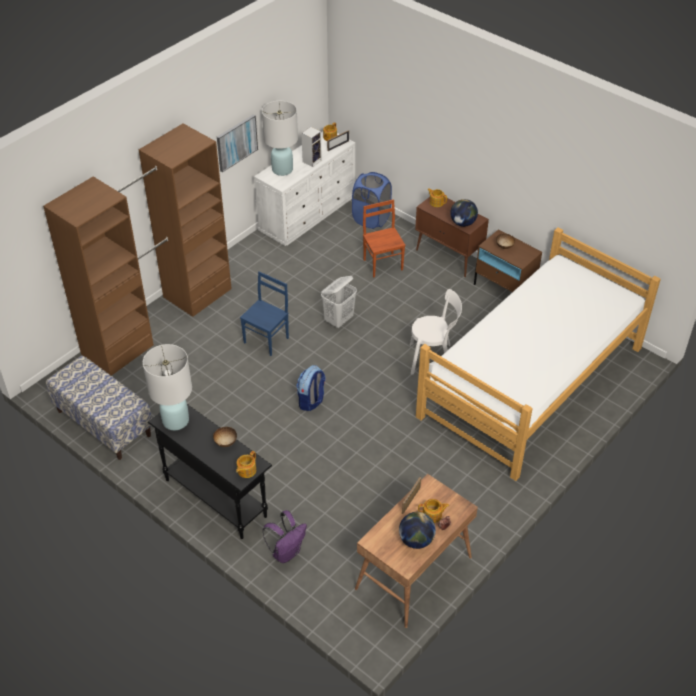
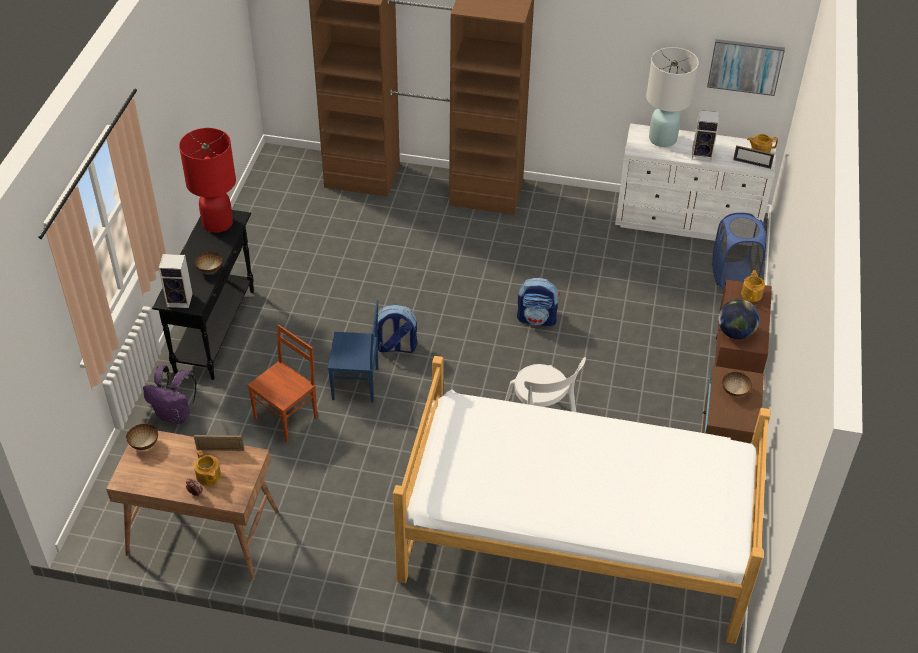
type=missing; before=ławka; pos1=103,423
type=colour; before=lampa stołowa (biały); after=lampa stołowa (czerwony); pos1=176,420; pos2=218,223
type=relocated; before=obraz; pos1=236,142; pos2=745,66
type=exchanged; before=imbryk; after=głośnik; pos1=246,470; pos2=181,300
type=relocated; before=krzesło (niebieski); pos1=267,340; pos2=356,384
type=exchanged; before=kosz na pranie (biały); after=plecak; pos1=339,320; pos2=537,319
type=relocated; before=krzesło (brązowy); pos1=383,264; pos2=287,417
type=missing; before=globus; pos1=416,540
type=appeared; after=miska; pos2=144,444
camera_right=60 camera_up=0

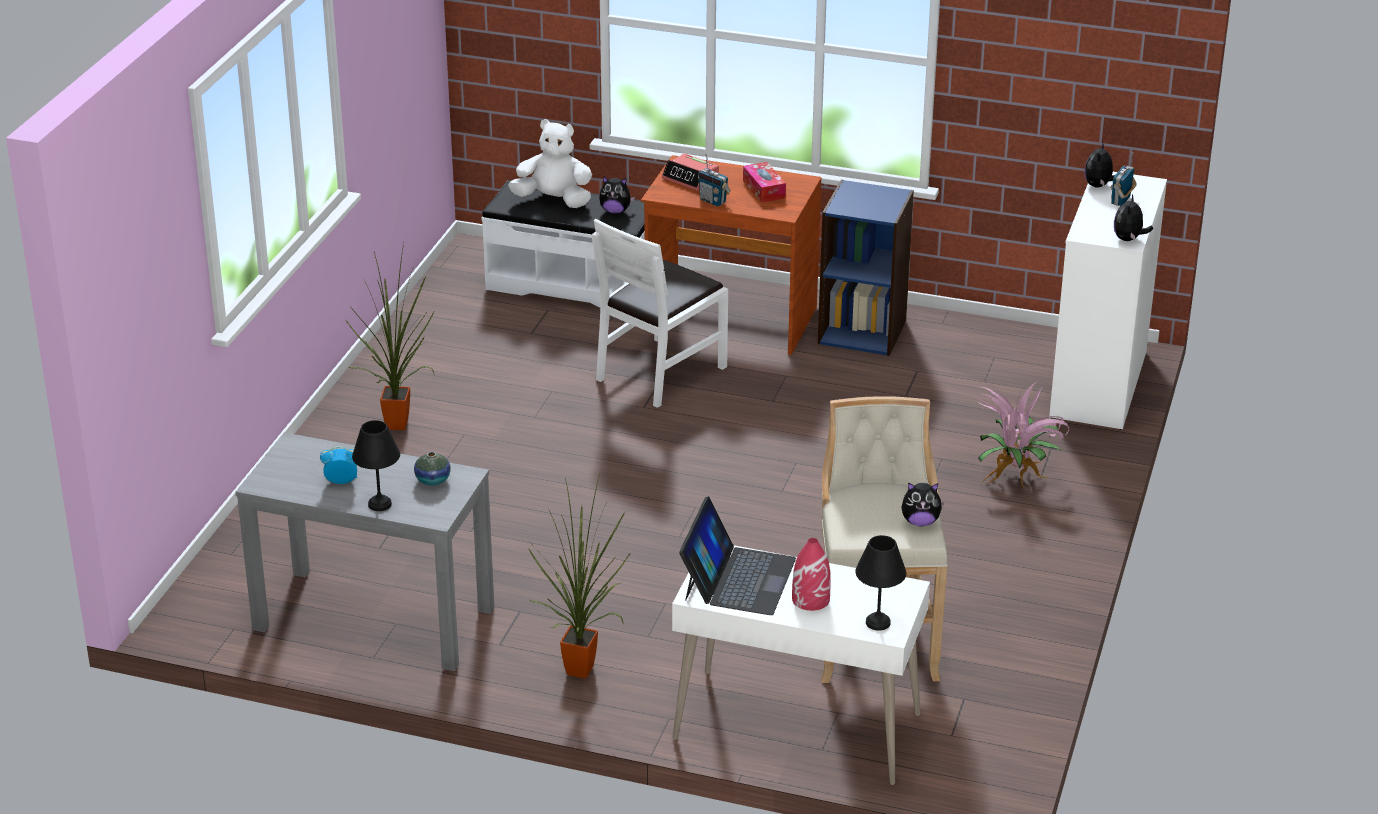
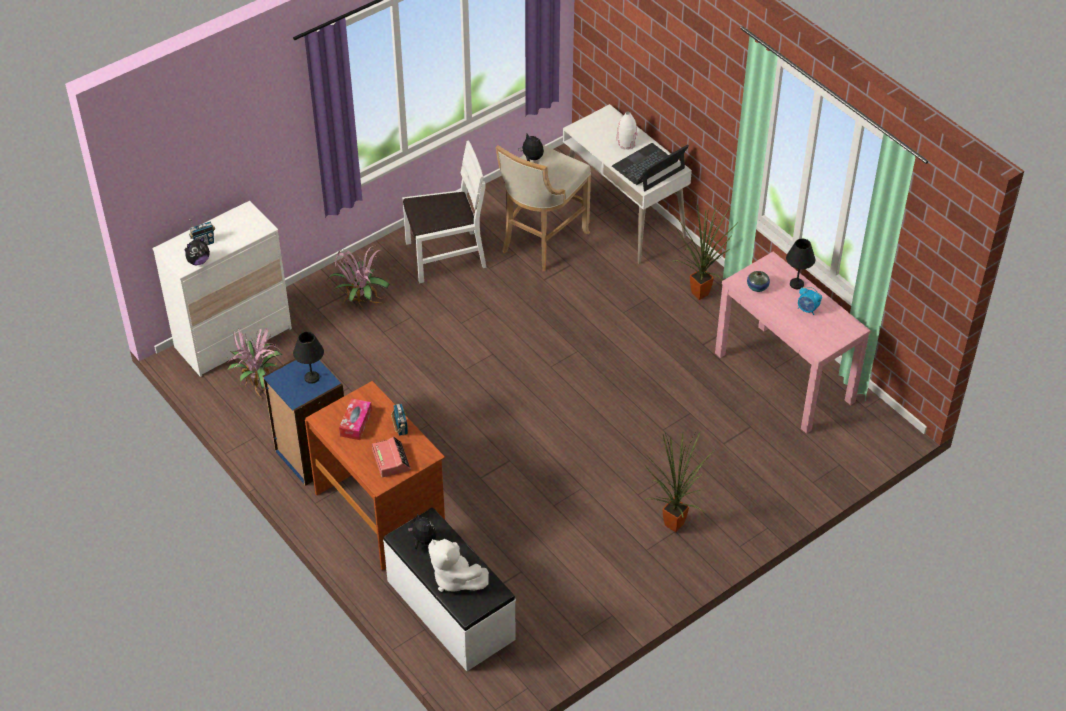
type=colour; before=stolik konsolowy (szary); after=stolik konsolowy (różowy); pos1=373,618; pos2=784,377
type=relocated; before=krzesło (biały); pos1=660,372; pos2=445,256
type=colour; before=wazon (czerwony); after=wazon (biały); pos1=811,599; pos2=626,143
type=relocated; before=lampa stołowa (czarny); pos1=879,623; pos2=311,377
type=missing; before=pluszak; pos1=1129,239
type=appeared; after=roślina doniczkowa; pos2=259,381
camera_right=-145 camera_up=15

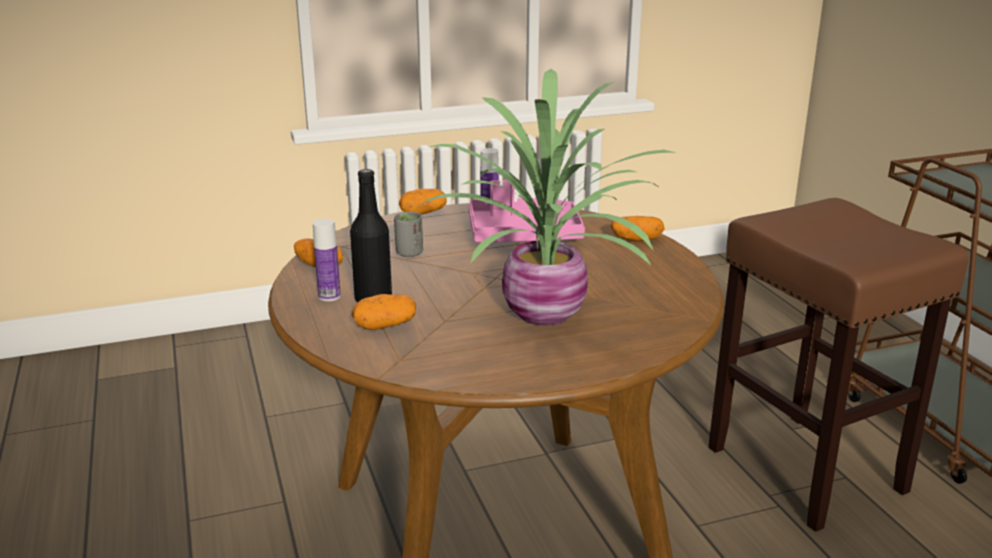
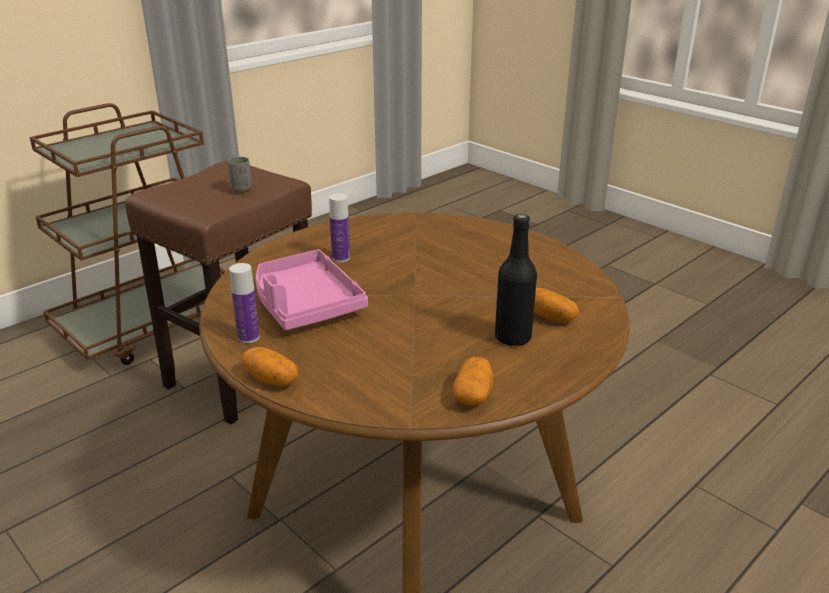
type=relocated; before=butelka; pos1=329,296; pos2=341,258
type=relocated; before=filiżanka (szary); pos1=409,253; pos2=241,188
type=missing; before=roślina doniczkowa; pos1=549,313
type=missing; before=ziemniak; pos1=636,239
camera_right=-115 camera_up=5

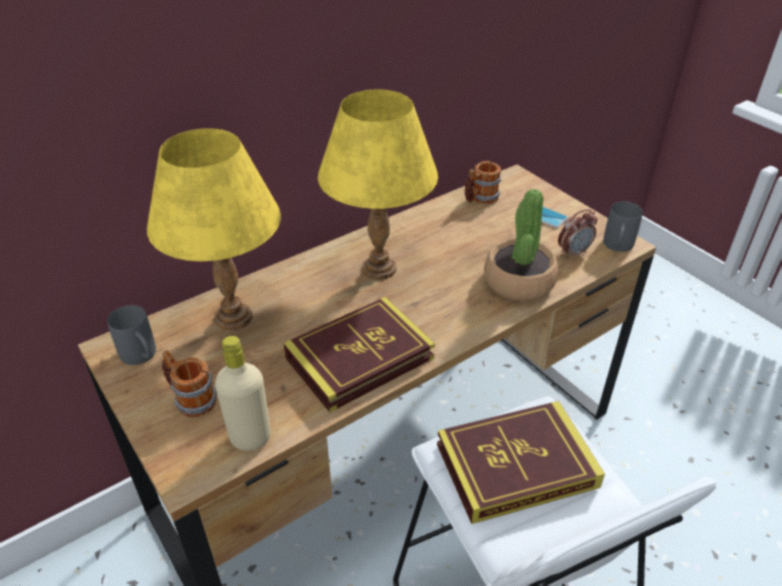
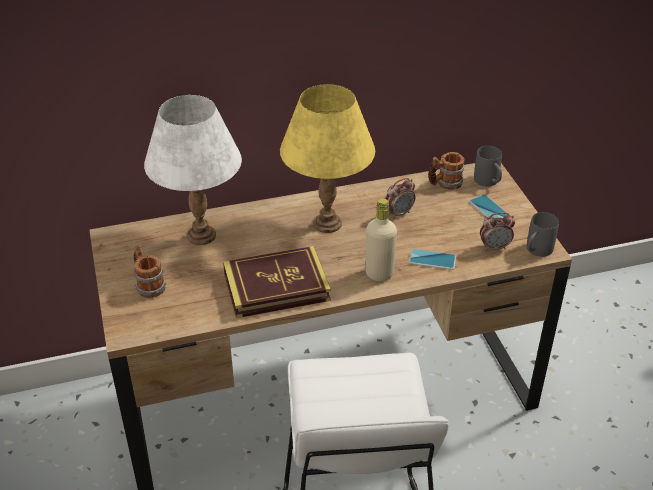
type=relocated; before=kubek (szary); pos1=142,357; pos2=488,183
type=colour; before=lampa stołowa (żółty); after=lampa stołowa (biały); pos1=234,317; pos2=202,235
type=relocated; before=butelka (beżowy); pos1=250,437; pos2=379,274
type=missing; before=książka; pos1=516,465
type=exchanged; before=roślina doniczkowa; after=telefon; pos1=518,281; pos2=432,260
type=appeared; after=budzik; pos2=399,213
camera_right=20 camera_up=0

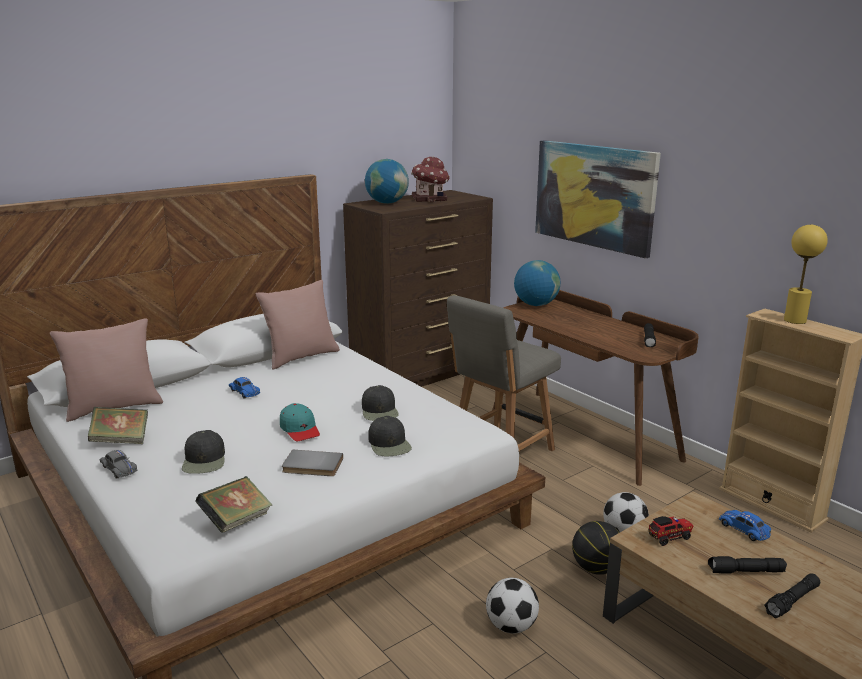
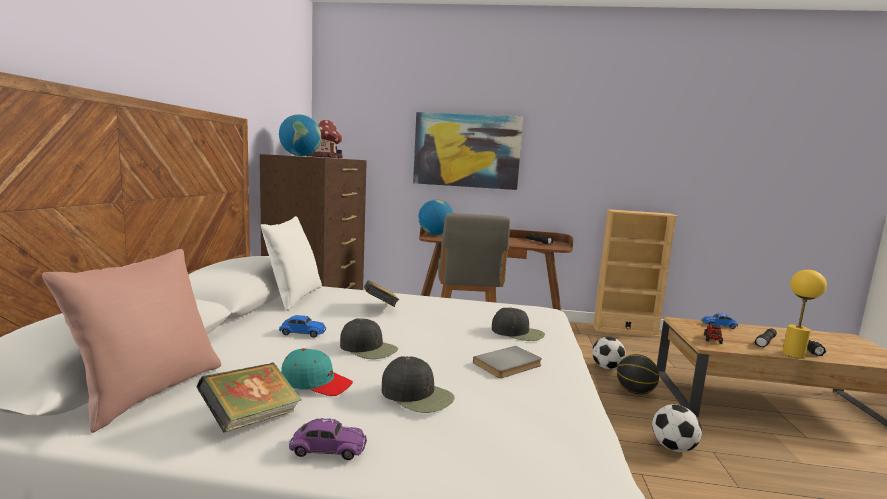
type=colour; before=samochodzik (szary); after=samochodzik (fioletowy); pos1=119,469; pos2=328,449
type=relocated; before=książka; pos1=236,521; pos2=380,307
type=colour; before=poduszka (różowy); after=poduszka (biały); pos1=301,357; pos2=293,297
type=relocated; before=czapka z daszkiem (turkusowy); pos1=300,429; pos2=316,382
type=relocated; before=czapka z daszkiem (czarny); pos1=380,411; pos2=368,348
type=relocated; before=lampa stołowa (żółty); pos1=795,320; pos2=794,354
camera_right=-45 camera_up=-10

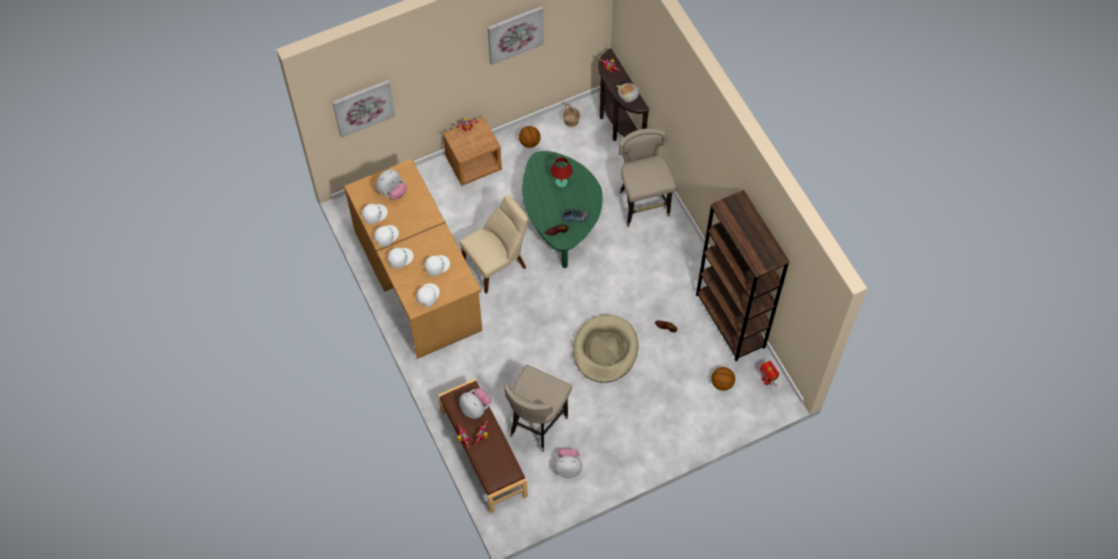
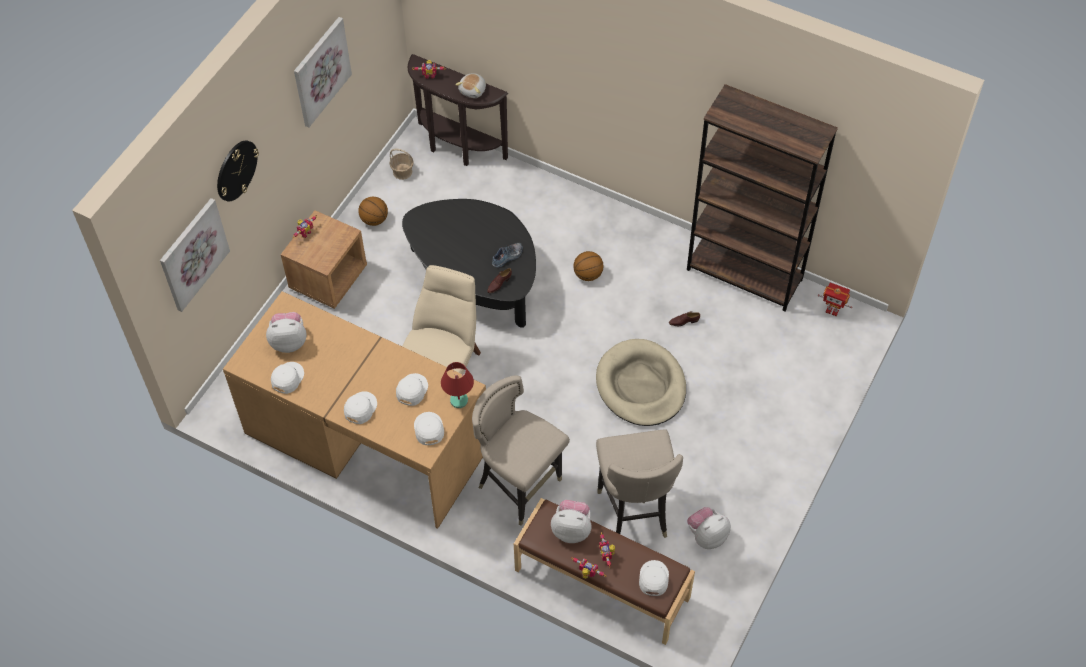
type=relocated; before=czapka z daszkiem (biały); pos1=386,236; pos2=653,579
type=spun; before=pluszak; pos1=392,192; pos2=289,341; turn=-105
type=colour; before=ława (zielony); after=ława (czarny); pos1=560,218; pos2=475,278
type=relocated; before=lampa stołowa (czerwony); pos1=561,183; pos2=459,401
type=relocated; before=stołek (beżowy); pos1=643,206; pos2=520,487
type=relocated; before=piłka do koszykówki; pos1=722,383; pos2=588,274
type=appeared; after=zegar ścienny; pos2=236,170
camera_right=-35 camera_up=-5

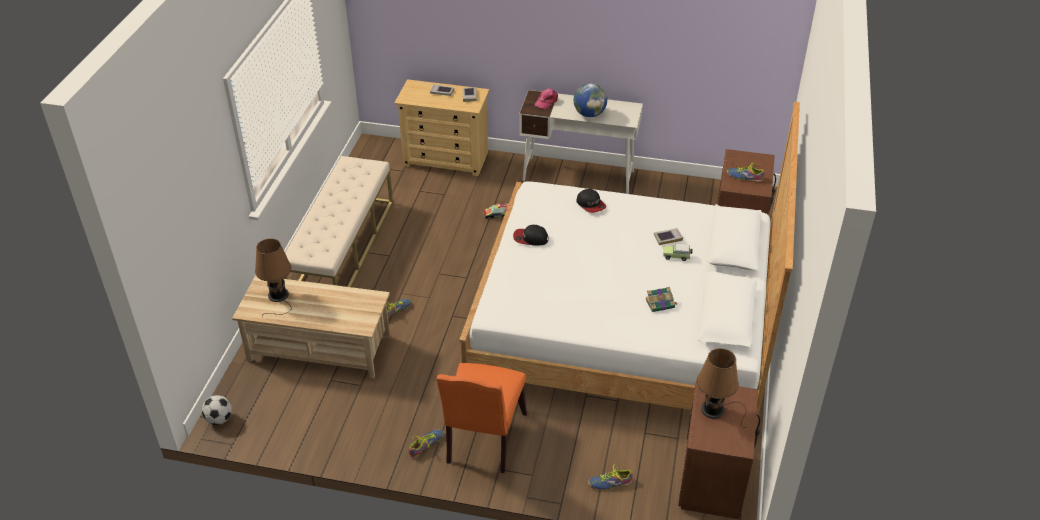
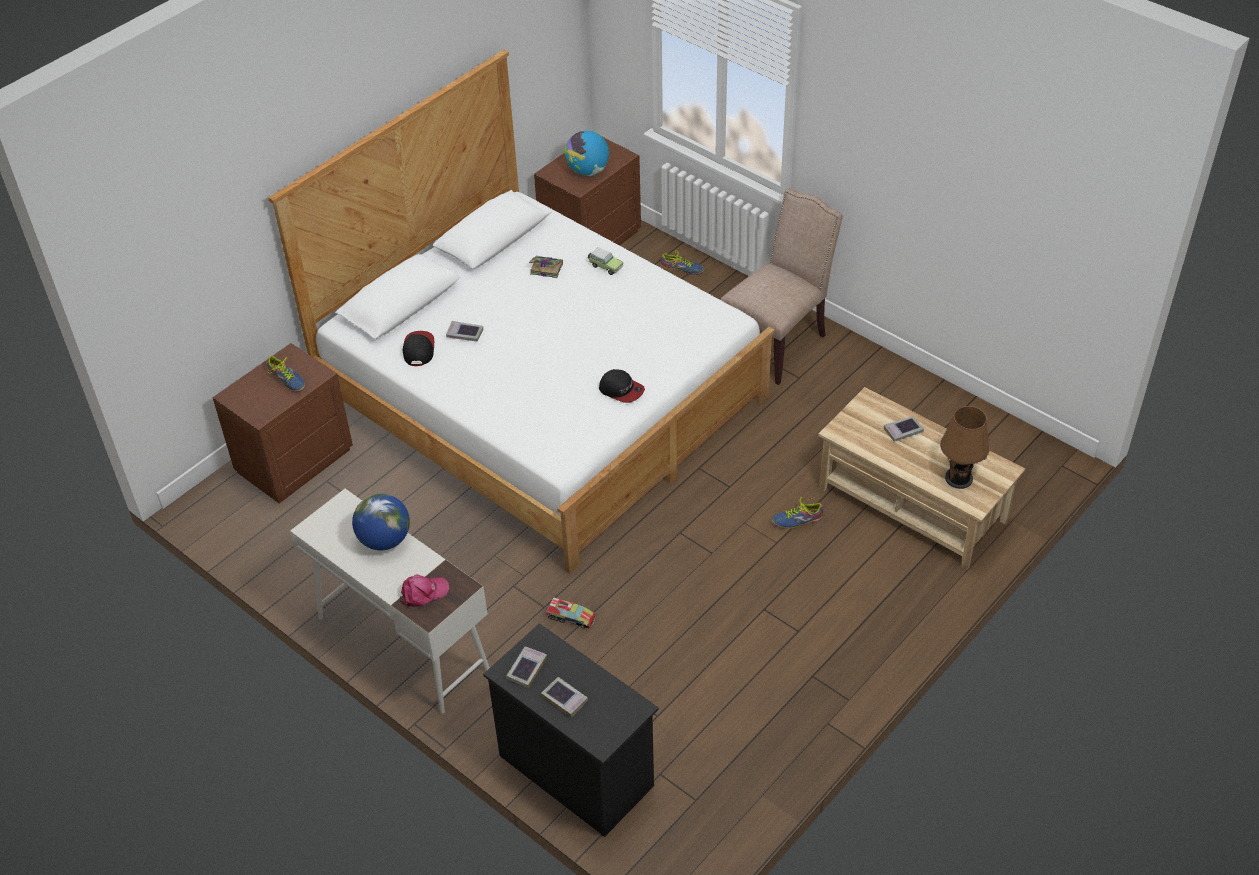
type=missing; before=piłka futbolowa; pos1=219,419
type=missing; before=ławka (beżowy); pos1=343,249
type=colour; before=komoda (beżowy); after=komoda (czarny); pos1=446,159; pos2=575,770
type=missing; before=but; pos1=425,445
type=colour; before=krzesło (pomarańczowy); after=krzesło (beżowy); pos1=483,441; pos2=776,341
type=relocated; before=czapka z daszkiem; pos1=591,204; pos2=418,350
type=relocated; before=samochodzik; pos1=677,256; pos2=605,266
type=exchanged; before=lampa stołowa (brązowy); after=globus; pos1=715,410; pos2=587,171
type=appeared; after=książka; pos2=903,431
camera_right=-150 camera_up=5

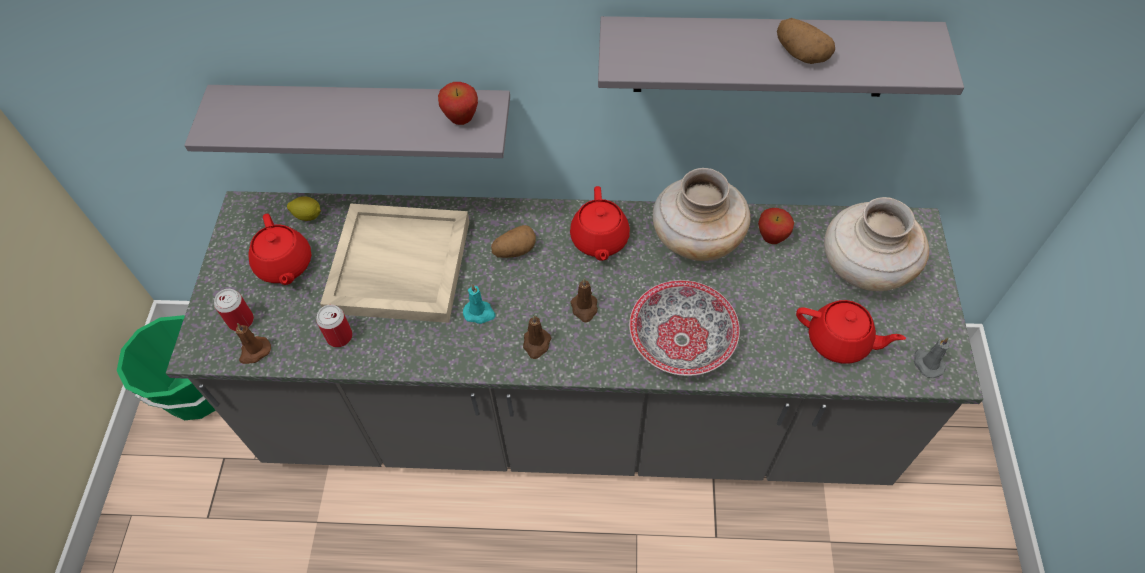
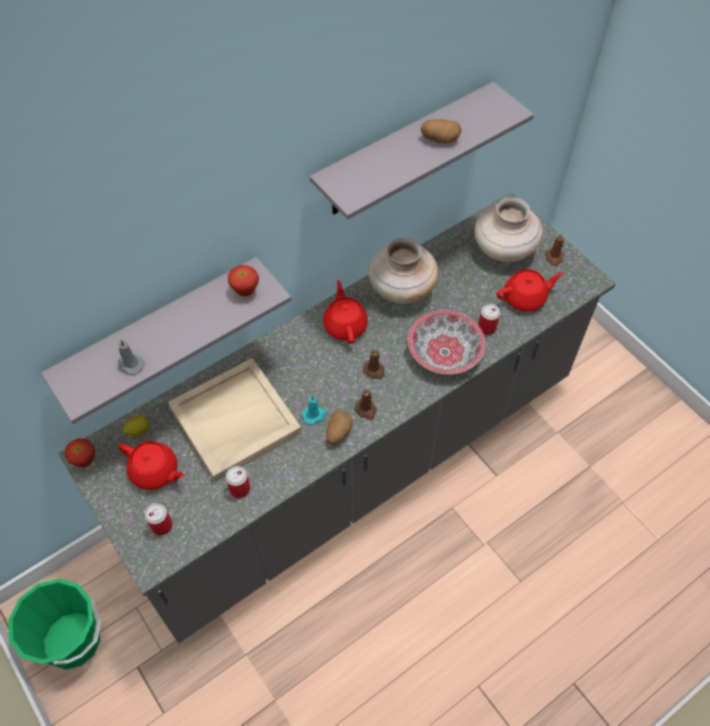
type=relocated; before=świeca (brązowy); pos1=254,351; pos2=554,258
type=relocated; before=ziemniak; pos1=514,250; pos2=338,433
type=spun; before=imbryk (czerwony); pos1=599,240; pos2=345,325; turn=-150
type=relocated; before=jabłko; pos1=771,238; pos2=85,461
type=relocated; before=świeca (szary); pos1=927,363; pos2=130,364
type=appeared; after=puszka; pos2=486,328
camera_right=-40 camera_up=0

